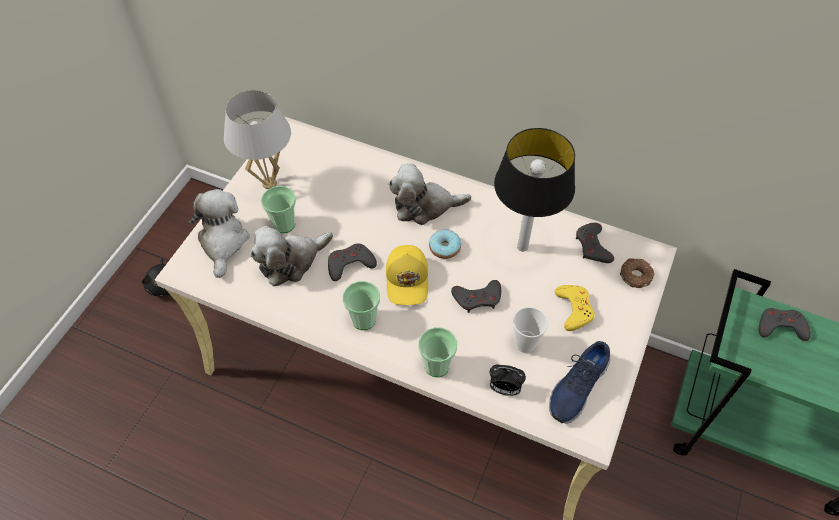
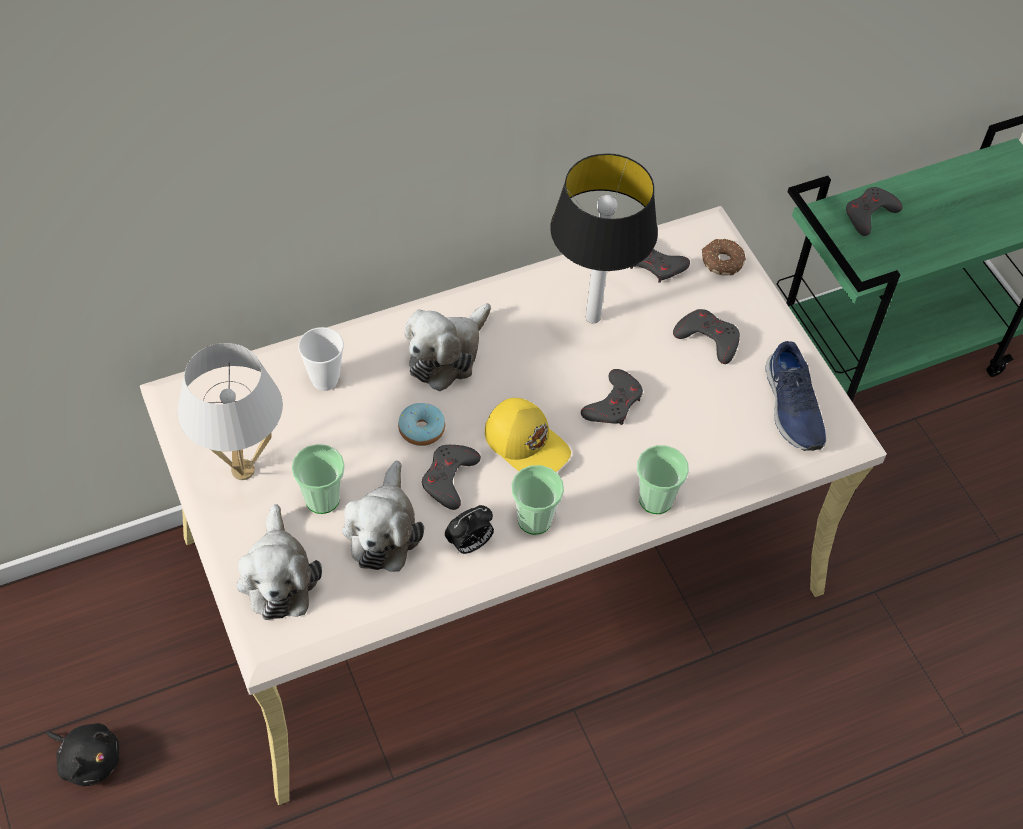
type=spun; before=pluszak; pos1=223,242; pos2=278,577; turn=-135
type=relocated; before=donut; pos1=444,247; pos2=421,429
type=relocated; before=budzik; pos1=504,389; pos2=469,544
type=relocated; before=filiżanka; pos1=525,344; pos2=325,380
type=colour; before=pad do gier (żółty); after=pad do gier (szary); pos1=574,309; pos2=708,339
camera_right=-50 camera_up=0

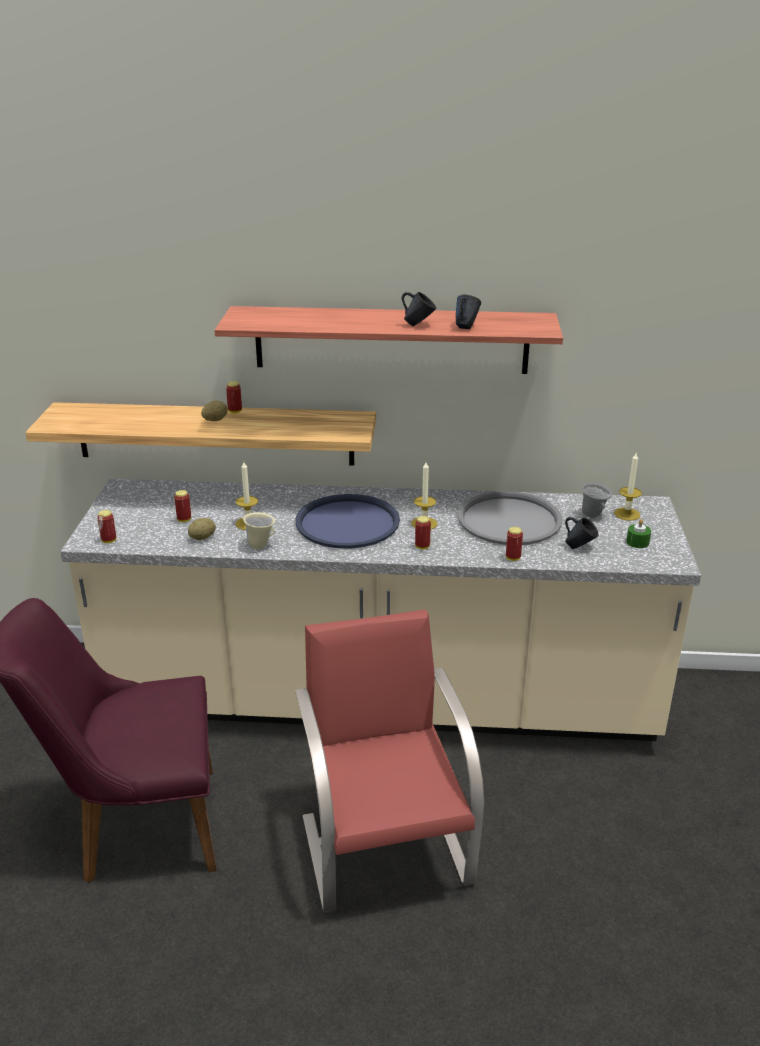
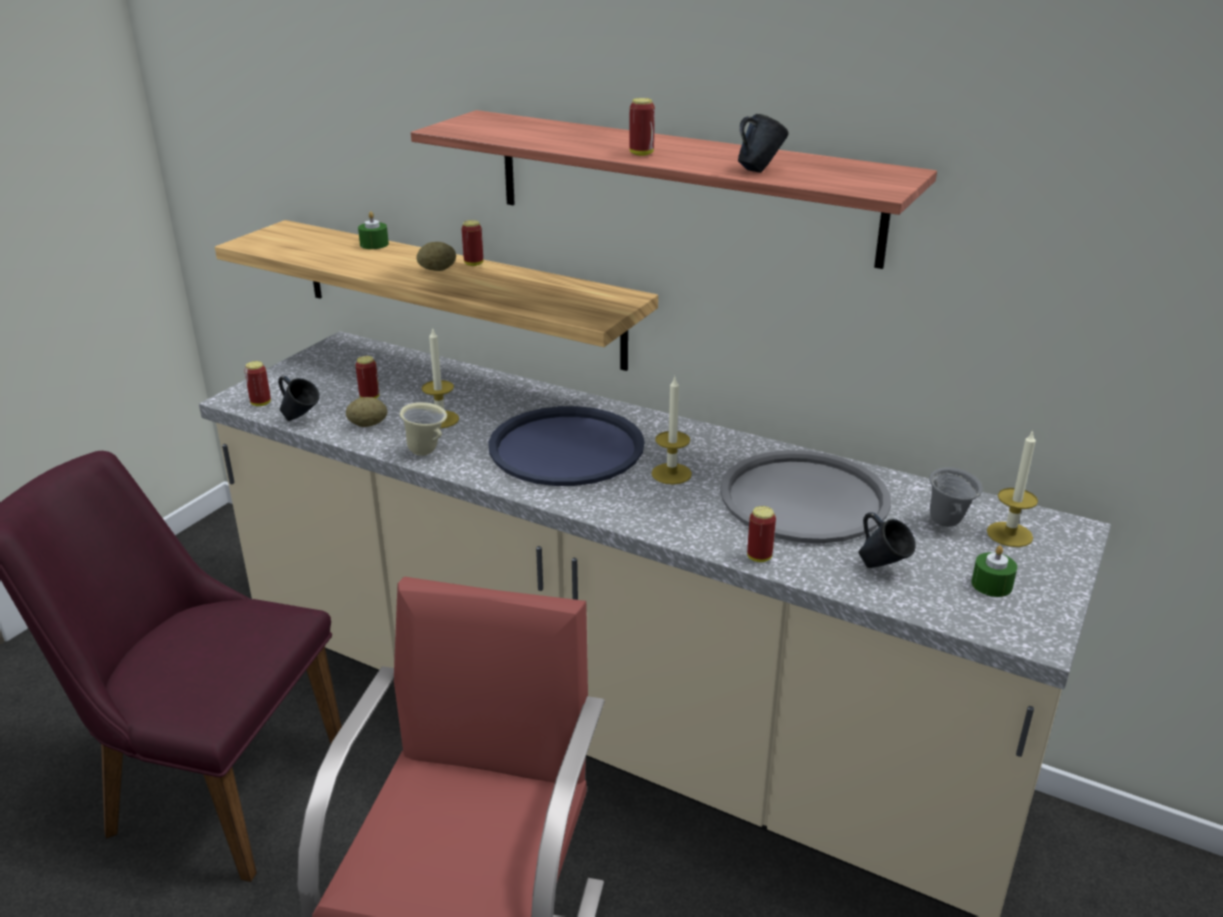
type=relocated; before=kubek (niebieski); pos1=418,325; pos2=300,419
type=relocated; before=puszka; pos1=422,547; pos2=641,154
type=appeared; after=świeca (zielony); pos2=374,244
camera_right=25 camera_up=0

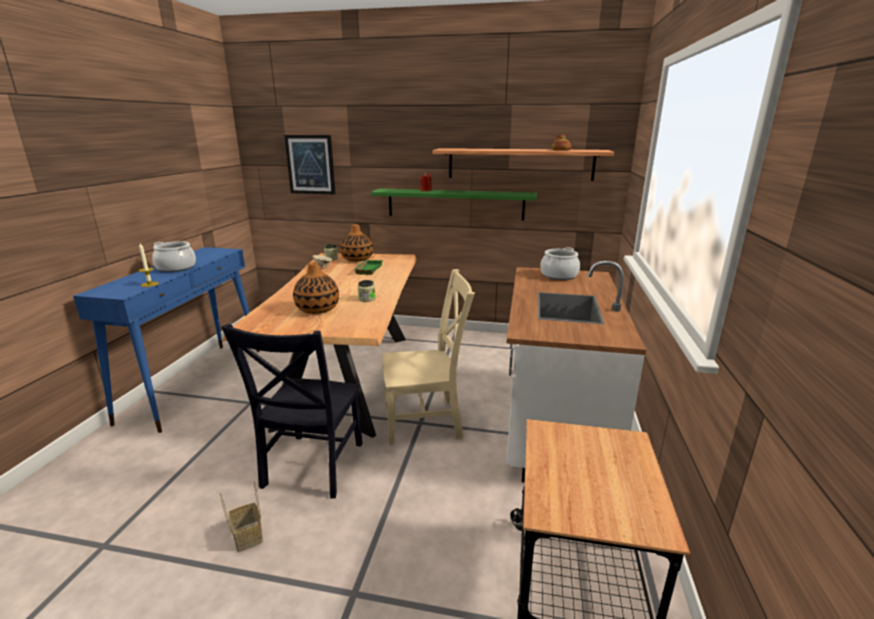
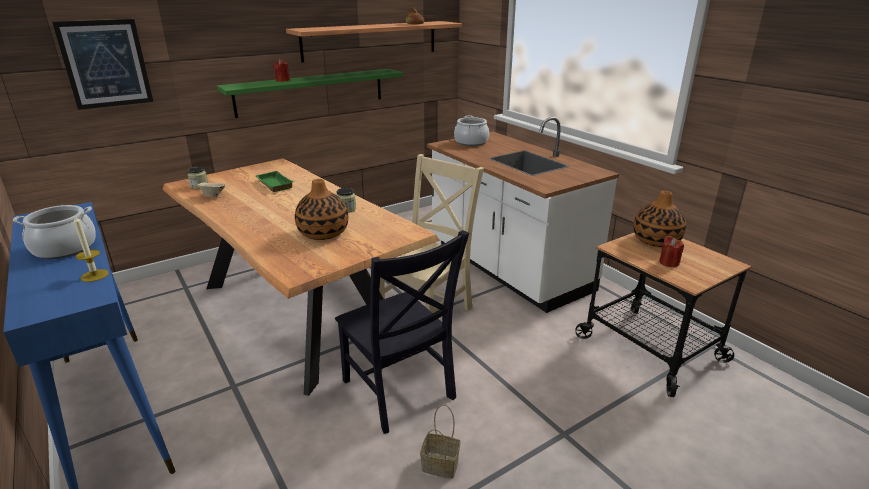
type=relocated; before=wazon; pos1=357,259; pos2=656,241
type=appeared; after=świeca (czerwony); pos2=669,262
camera_right=-45 camera_up=5

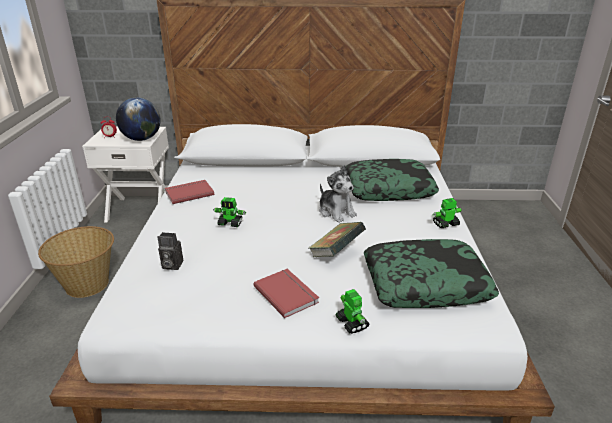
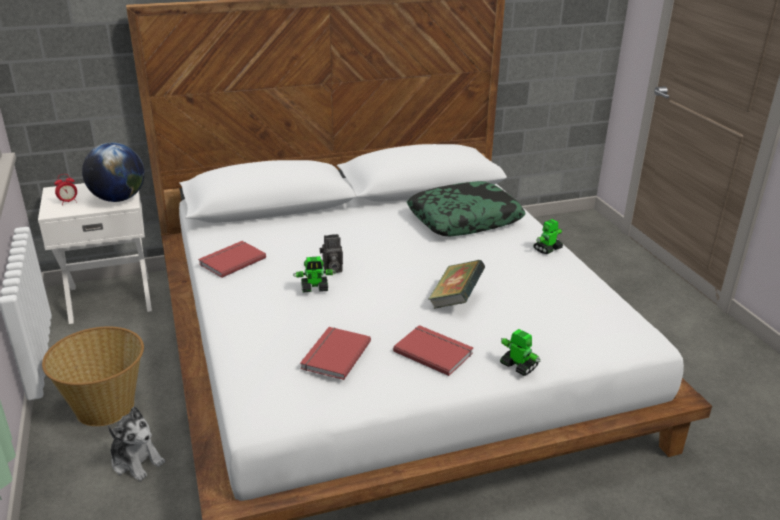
type=relocated; before=aparat fotograficzny; pos1=171,265; pos2=331,269
type=relocated; before=pluszak; pos1=336,212; pos2=136,461
type=missing; before=poduszka; pos1=425,283
type=appeared; after=książka (czerwony); pos2=334,355
camera_right=-20 camera_up=0

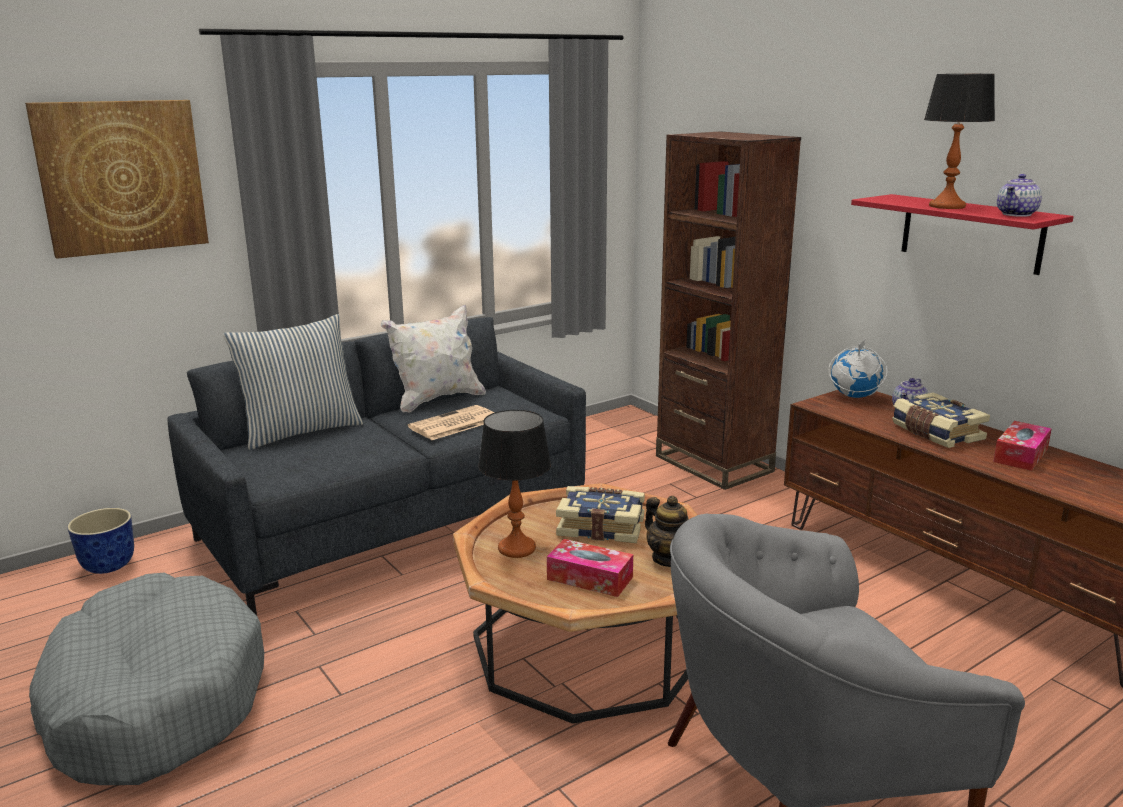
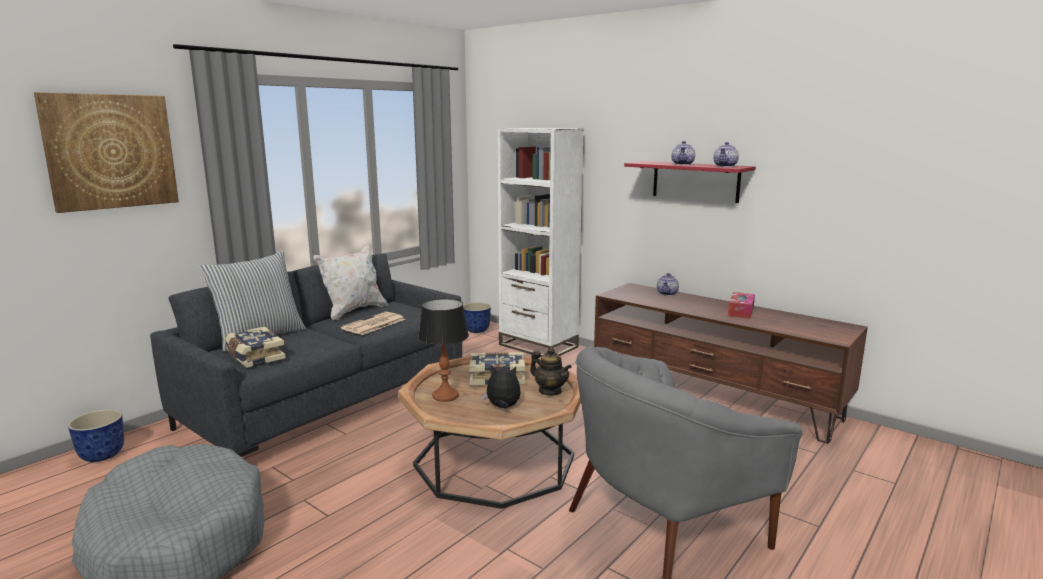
type=exchanged; before=pudełko chusteczek; after=pluszak; pos1=590,578; pos2=503,407
type=colour; before=regał (brązowy); after=regał (biały); pos1=713,464; pos2=538,346
type=missing; before=globus; pos1=853,396
type=relocated; before=książka; pos1=935,433; pos2=254,357
type=exchanged; before=lampa stołowa; after=imbryk; pos1=947,206; pos2=683,164
type=appeared; after=donica; pos2=476,330
camera_right=-15 camera_up=-5

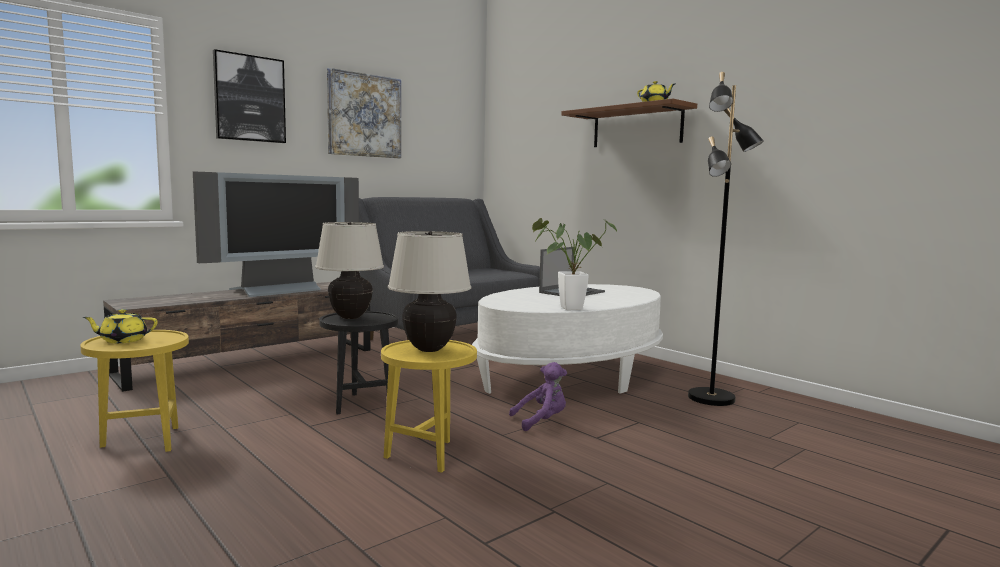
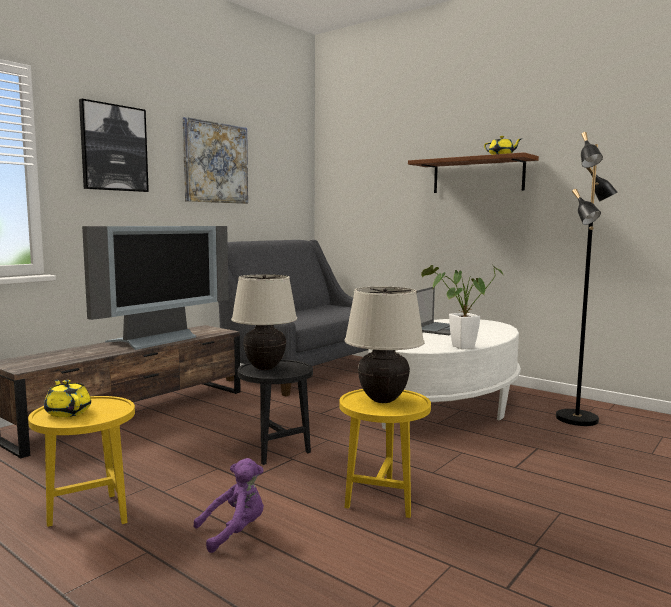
type=spun; before=imbryk (żółty); pos1=123,340; pos2=68,412; turn=75
type=relocated; before=pluszak (fioletowy); pos1=541,421; pos2=234,532
camera_right=-10 camera_up=0

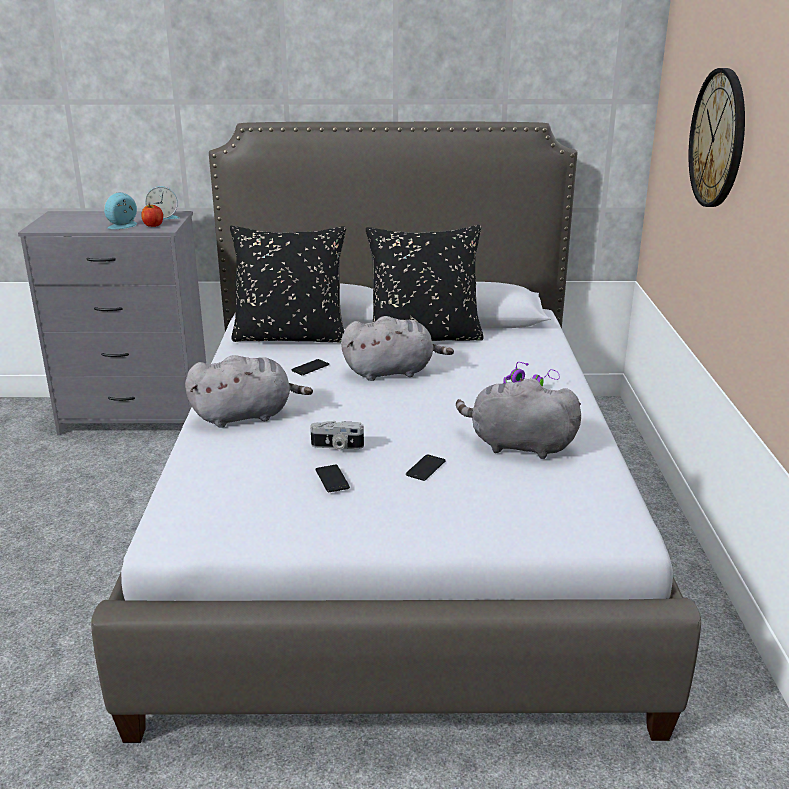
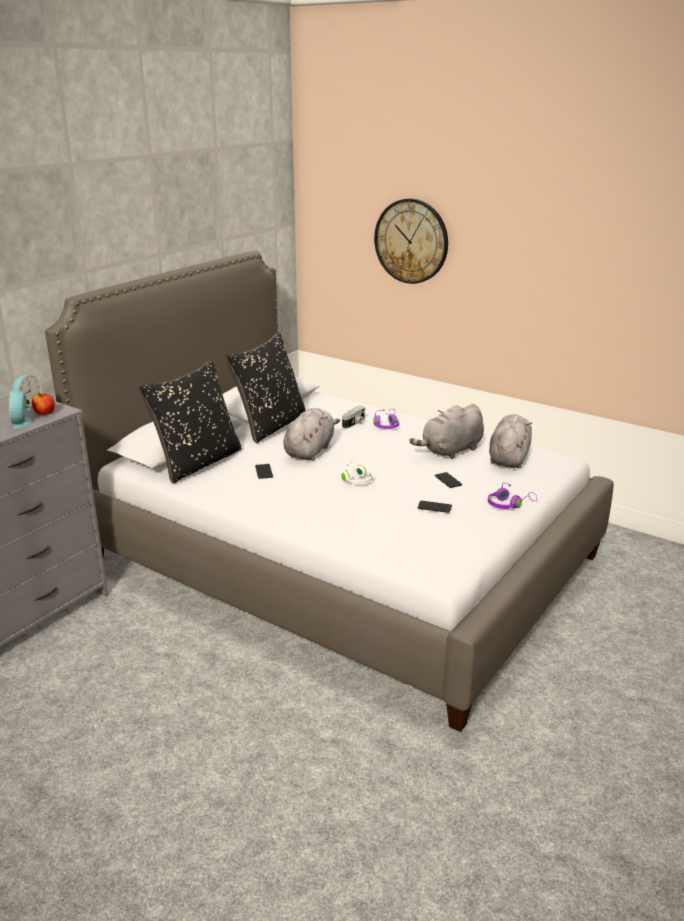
type=relocated; before=pluszak (szary); pos1=246,415; pos2=509,458
type=relocated; before=aparat fotograficzny; pos1=337,446; pos2=354,423
type=appeared; after=słuchawki (biały); pos2=356,478
type=appeared; after=słuchawki (fioletowy); pos2=509,504
camera_right=-55 camera_up=0

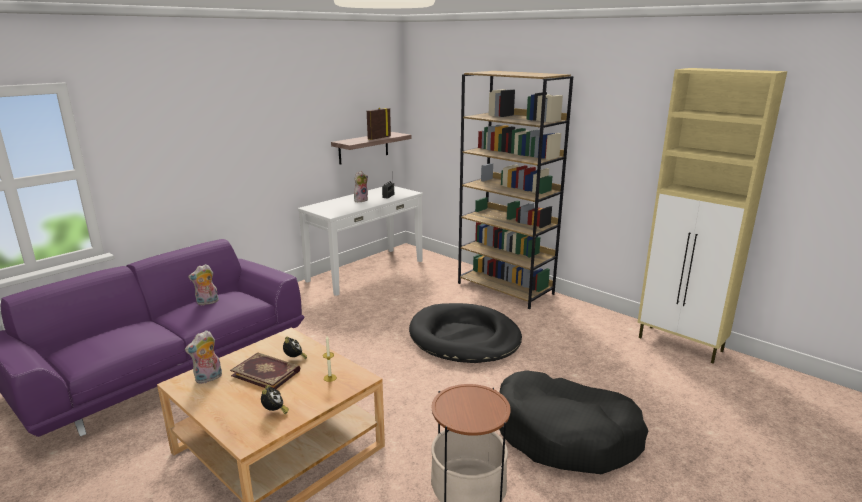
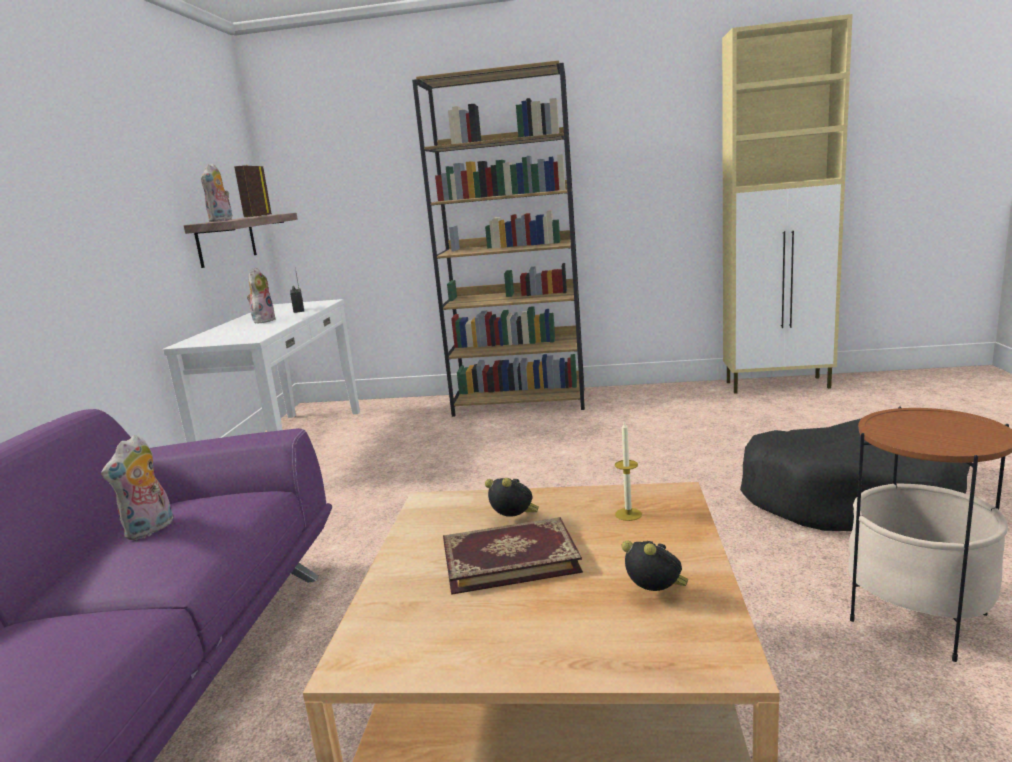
type=relocated; before=pluszak; pos1=208,378; pos2=222,220
type=missing; before=legowisko (czarny); pos1=464,338
camera_right=-35 camera_up=-5

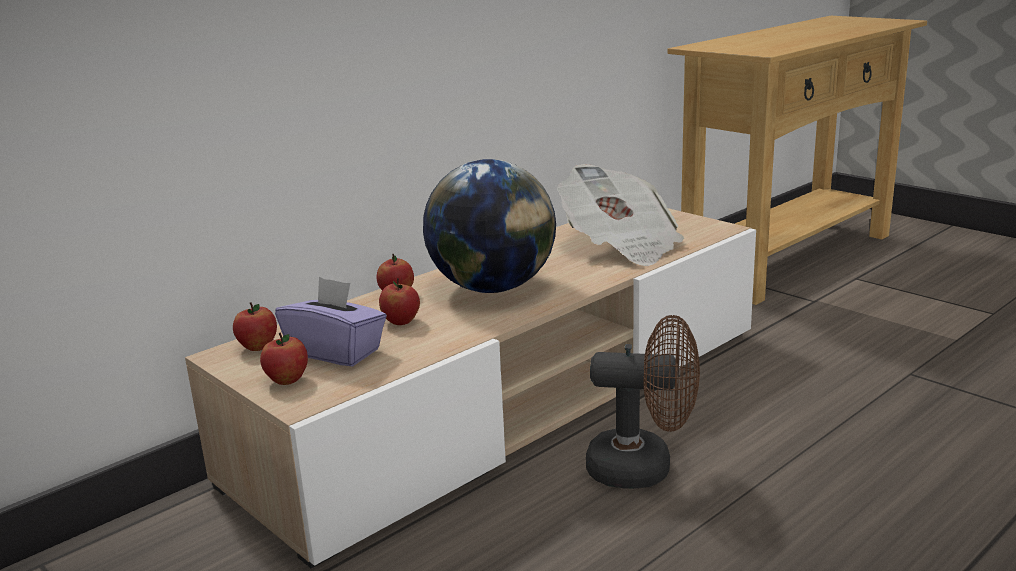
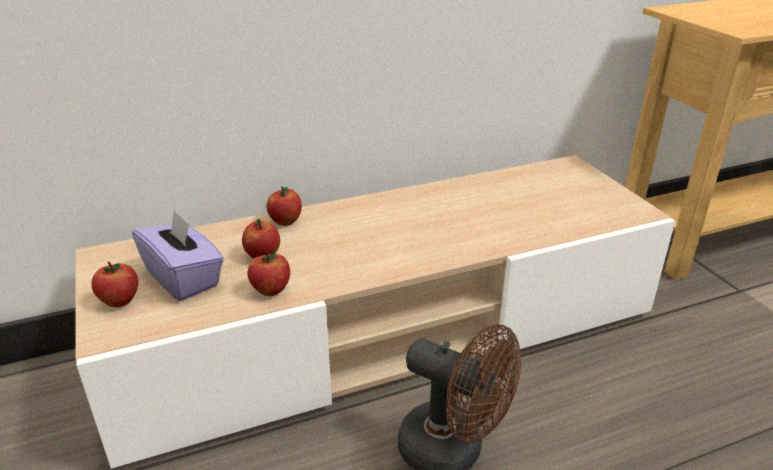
type=relocated; before=jabłko; pos1=258,347; pos2=271,290
type=missing; before=globus; pos1=492,288
type=missing; before=gazeta; pos1=620,246
camera_right=20 camera_up=10

